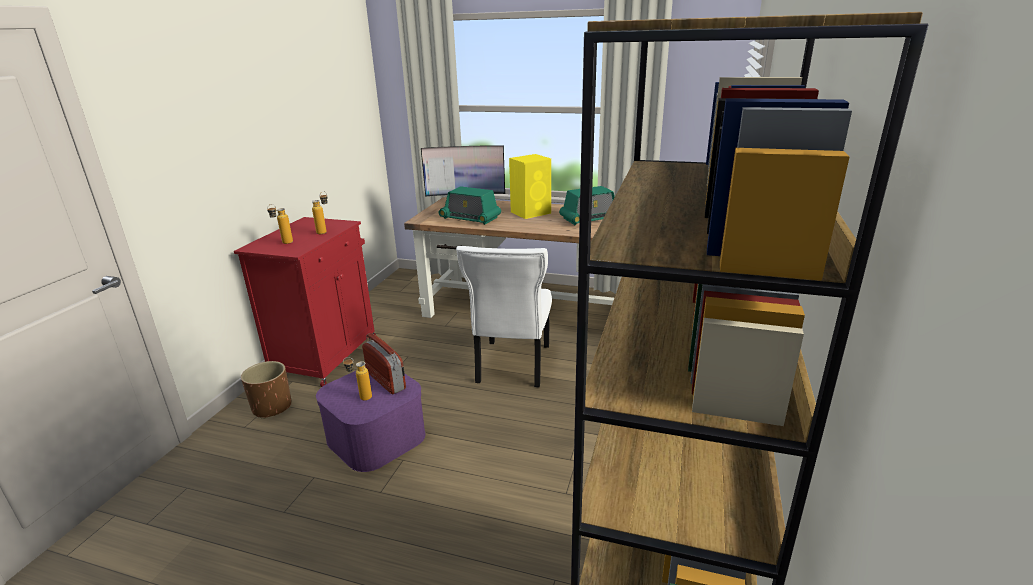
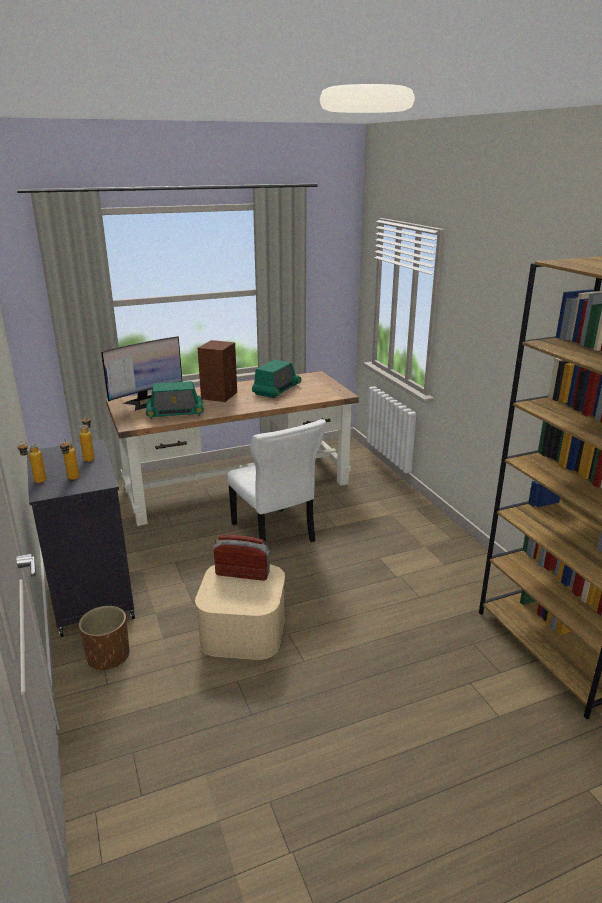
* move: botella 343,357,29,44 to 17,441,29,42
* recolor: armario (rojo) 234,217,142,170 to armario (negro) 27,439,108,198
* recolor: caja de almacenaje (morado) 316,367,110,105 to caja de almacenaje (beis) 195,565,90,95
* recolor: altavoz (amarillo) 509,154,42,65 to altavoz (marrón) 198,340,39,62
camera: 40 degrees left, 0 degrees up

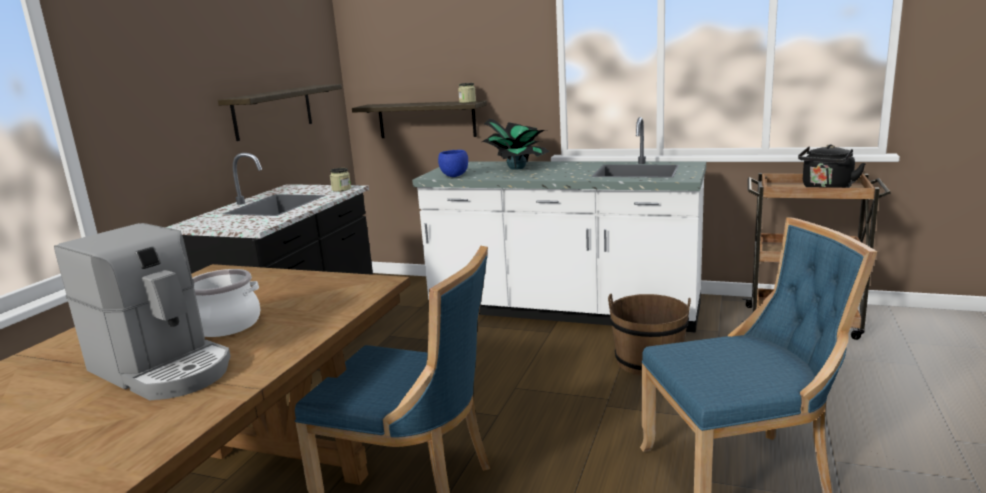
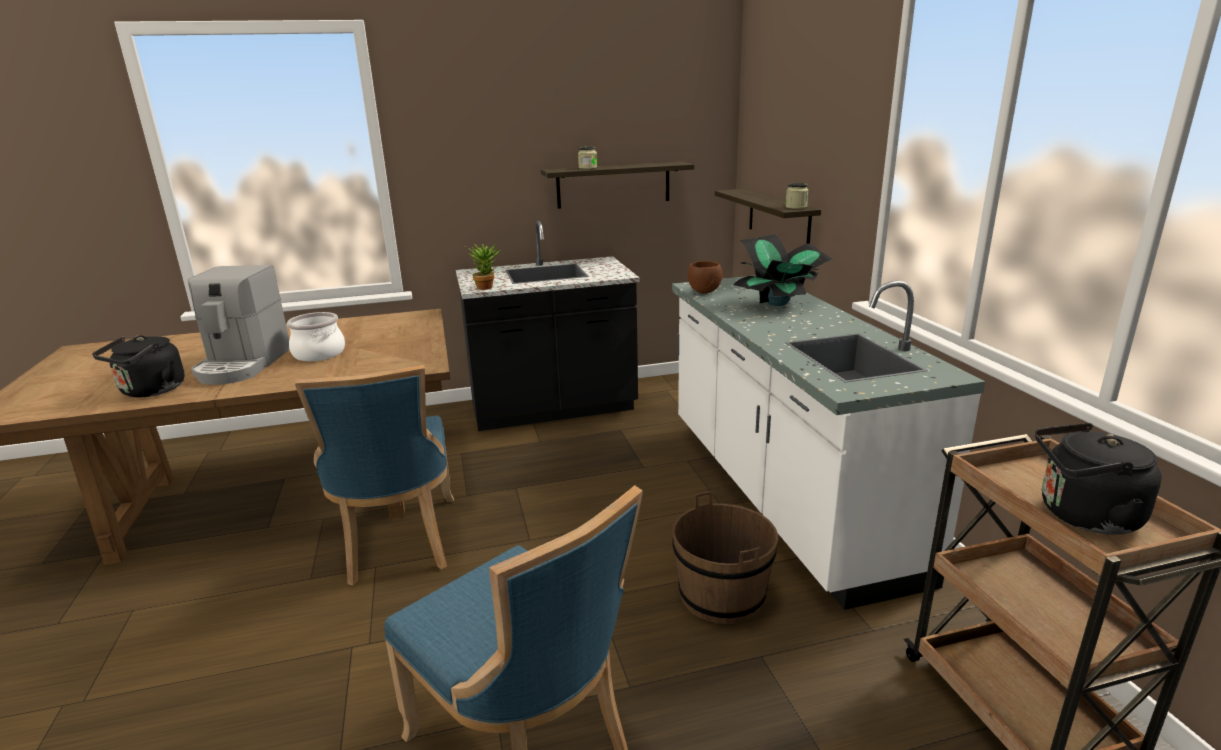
* insert: hervidor (negro) 92,335,92,62
* insert: planta en maceta 465,244,35,46
* move: tarro 330,168,21,24 to 578,147,19,22
* recolor: cuenco (azul) 438,150,30,27 to cuenco (marrón) 688,261,35,32
camera: 55 degrees right, 5 degrees up

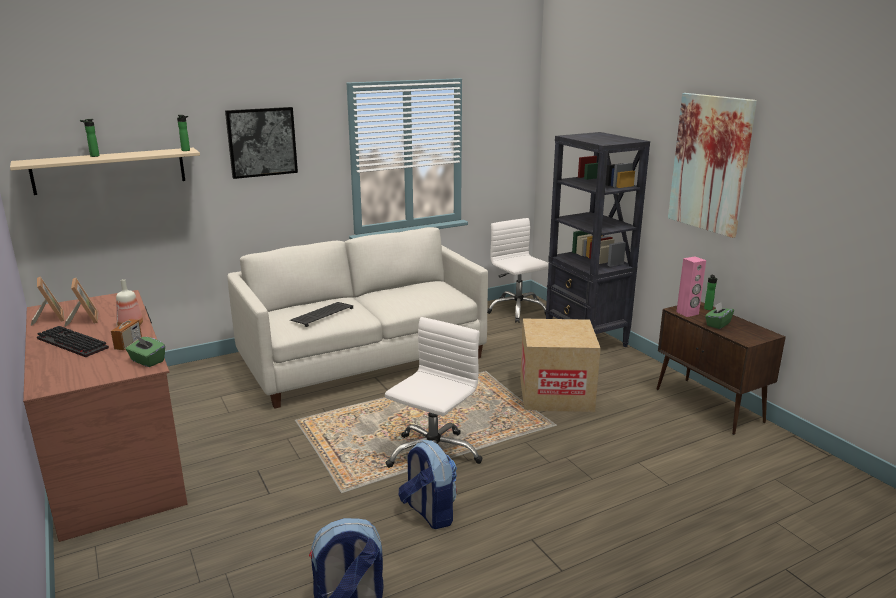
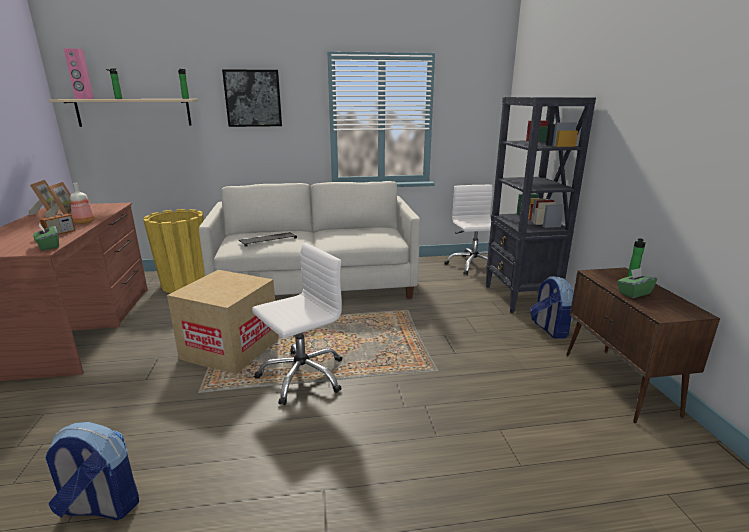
* move: altavoz (rosa) 677,256,29,61 to 63,48,31,51
* insert: maceta (amarillo) 143,209,62,84
* move: caja de cartón 520,319,81,93 to 167,270,112,104
* move: mochila 399,440,58,89 to 530,276,44,63
* delete: teclado 37,326,72,31
* delete: cuadro 668,93,89,145
camera: 20 degrees right, 0 degrees up

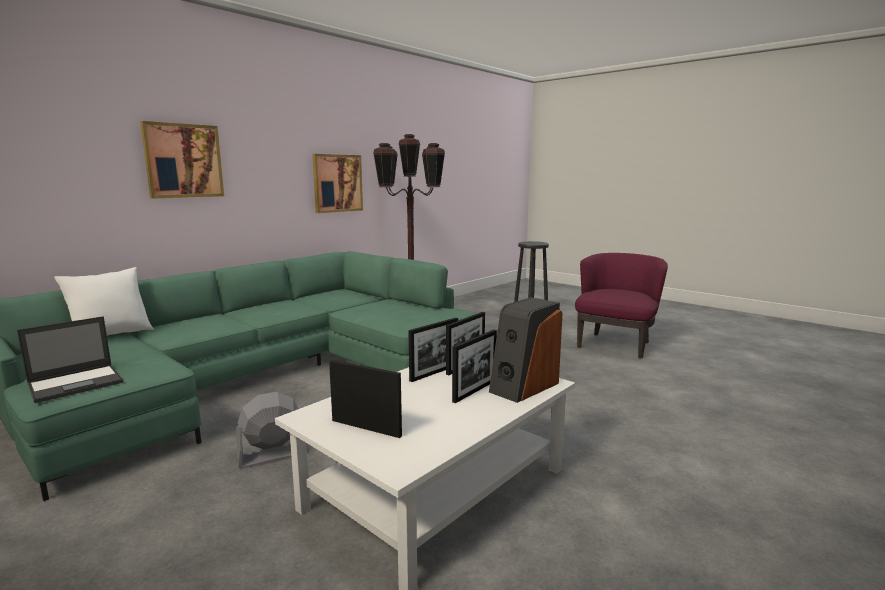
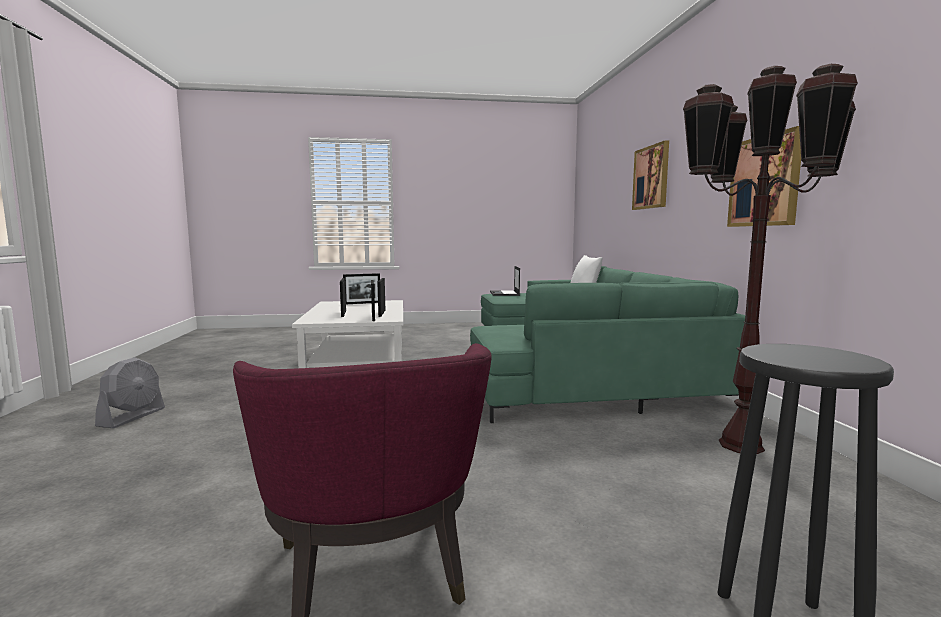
* move: ventilador (gris) 236,392,73,77 to 95,357,70,71
* delete: altavoz 489,297,74,106
camera: 130 degrees right, 5 degrees down

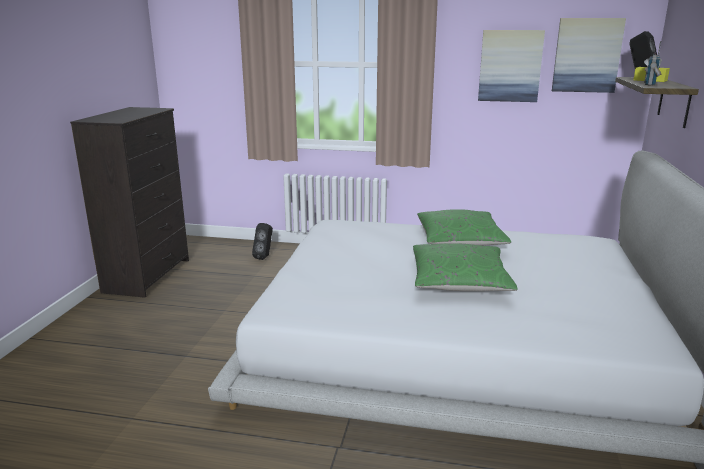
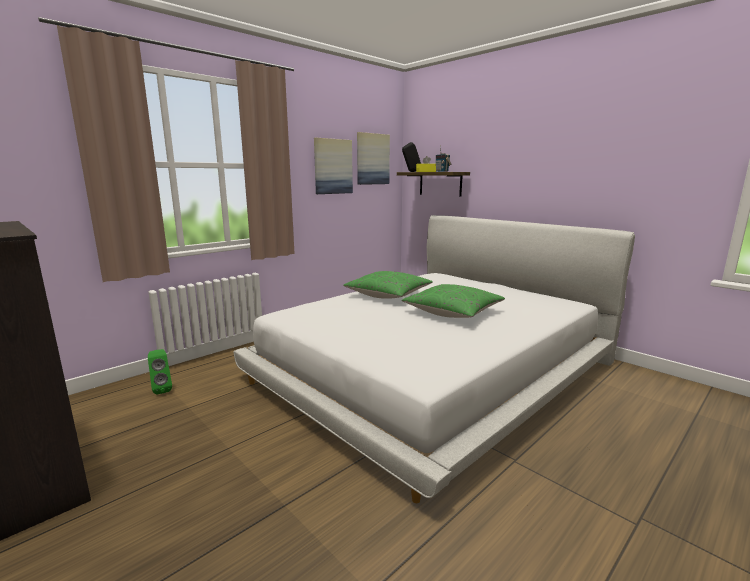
* recolor: altavoz (negro) 252,223,21,37 to altavoz (verde) 148,349,24,46
camera: 55 degrees left, 5 degrees down

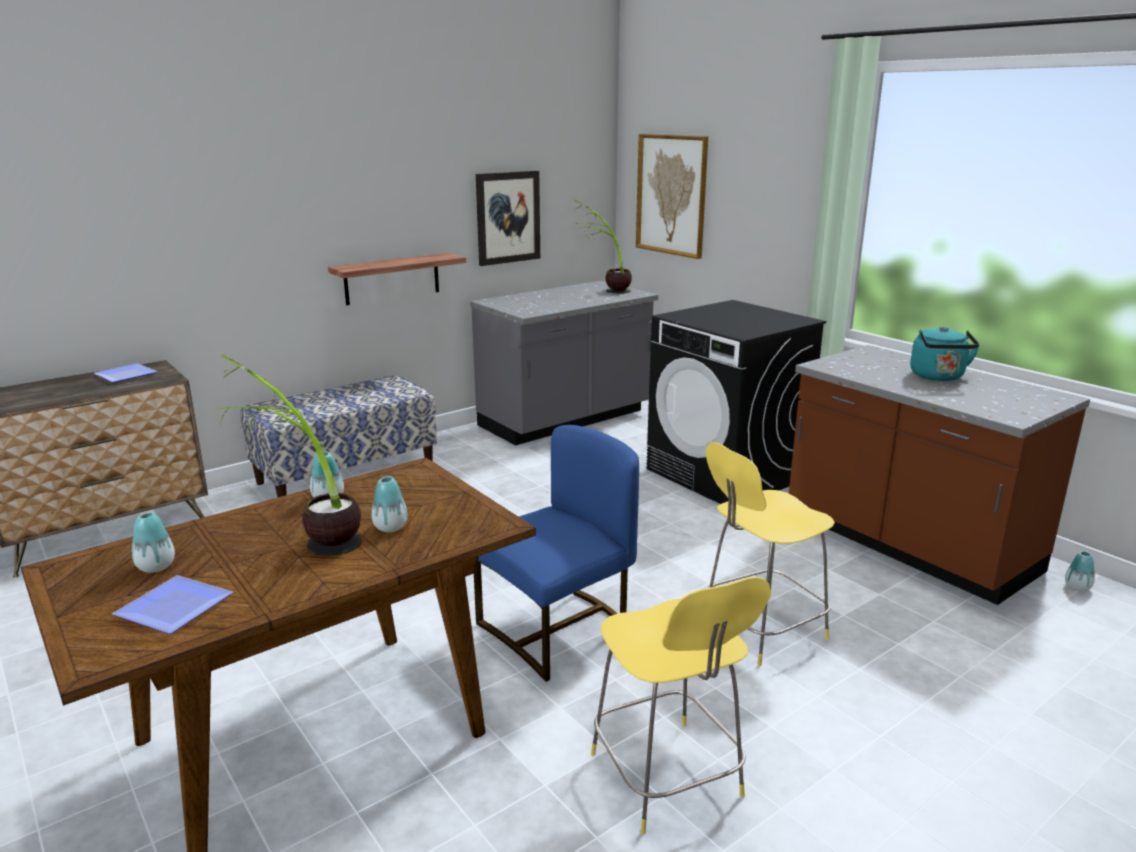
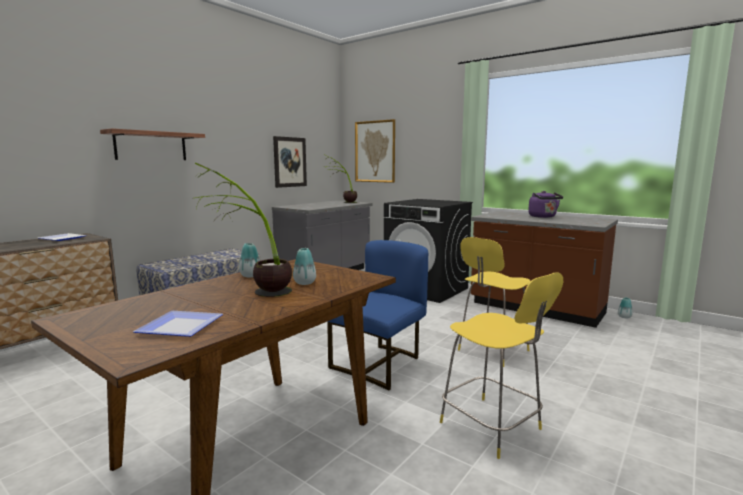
* move: estante 328,253,138,52 to 100,128,105,32
* recolor: hervidor (turquesa) 910,326,70,55 to hervidor (morado) 528,191,35,27
* delete: florero 132,512,43,61
camera: 15 degrees left, 10 degrees down

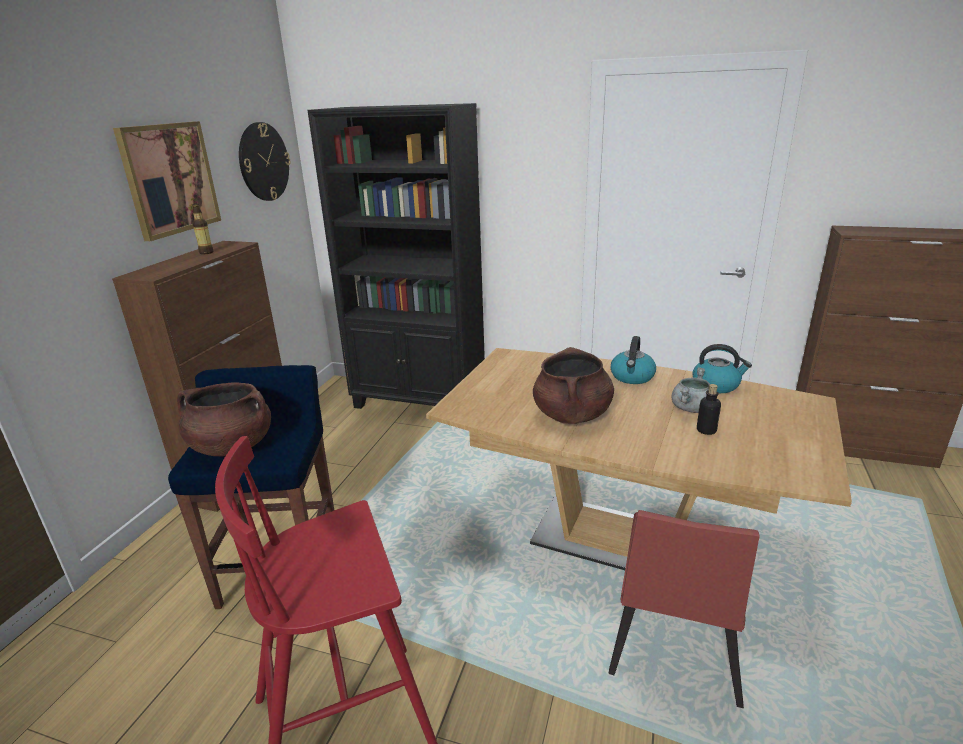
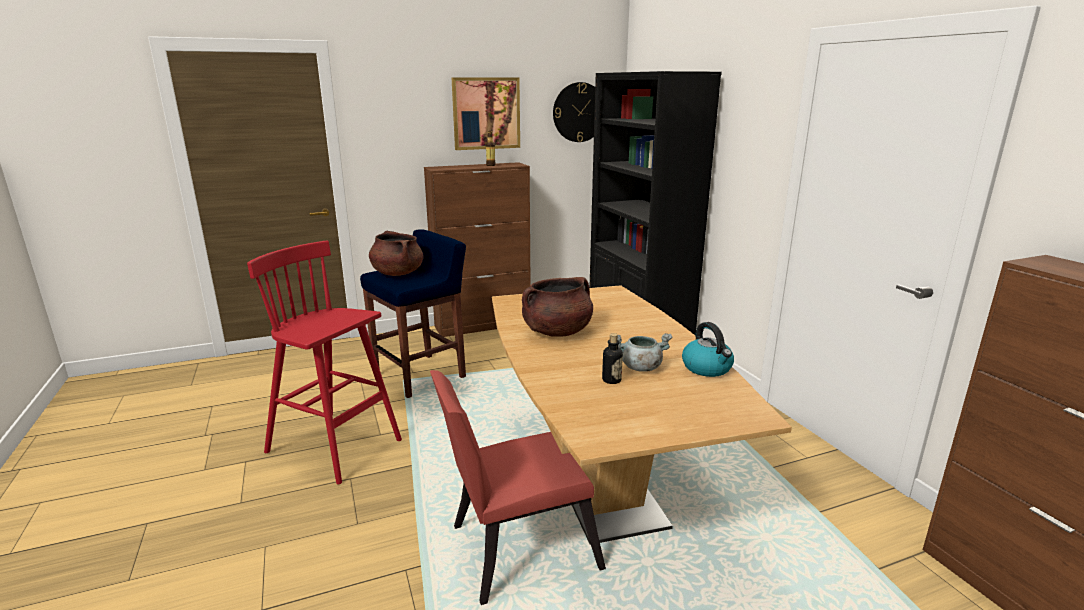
* delete: hervidor 611,336,45,48
camera: 50 degrees right, 5 degrees down

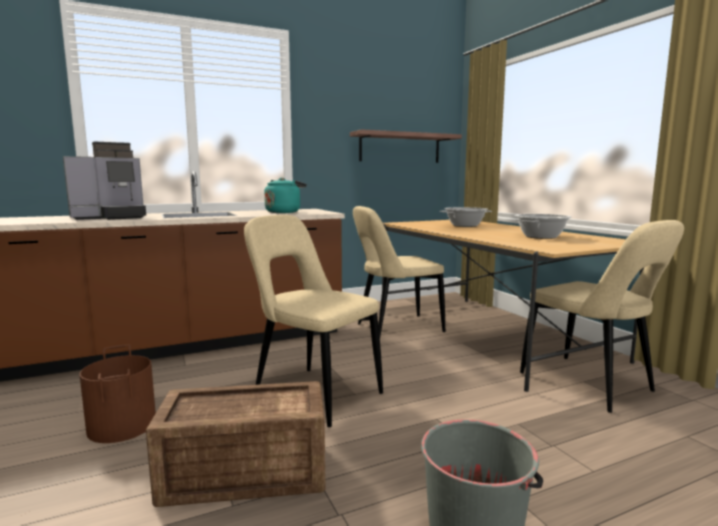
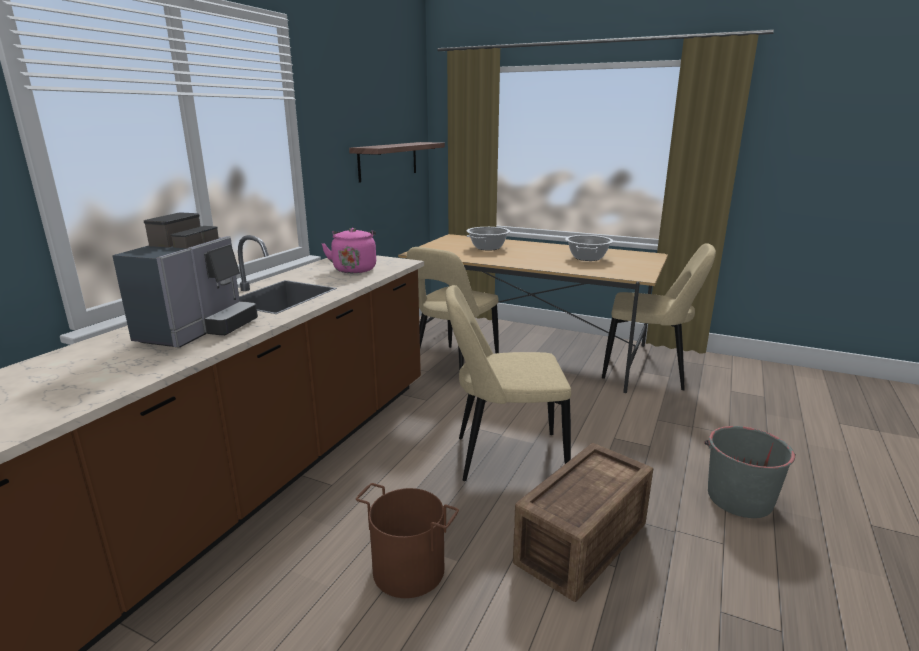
* recolor: hervidor (turquesa) 264,178,43,35 to hervidor (rosa) 321,228,55,45
camera: 40 degrees left, 10 degrees up

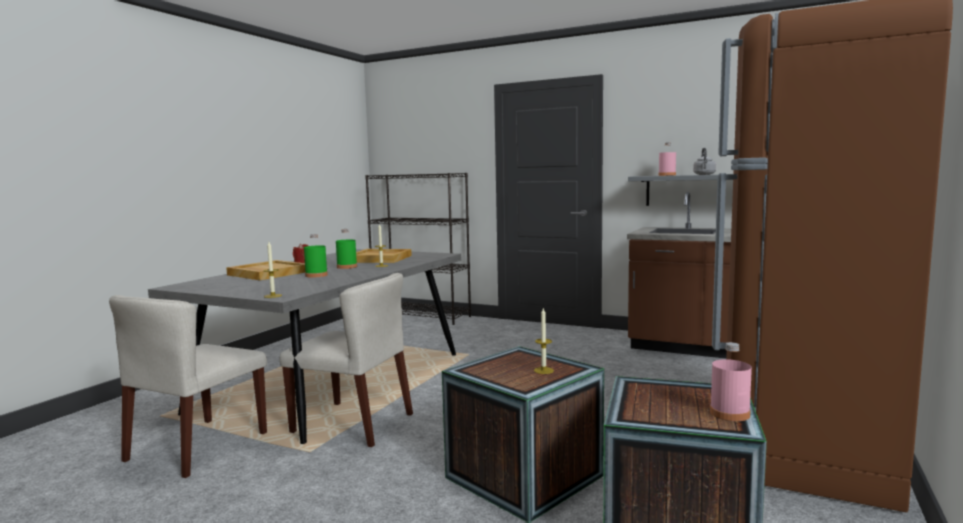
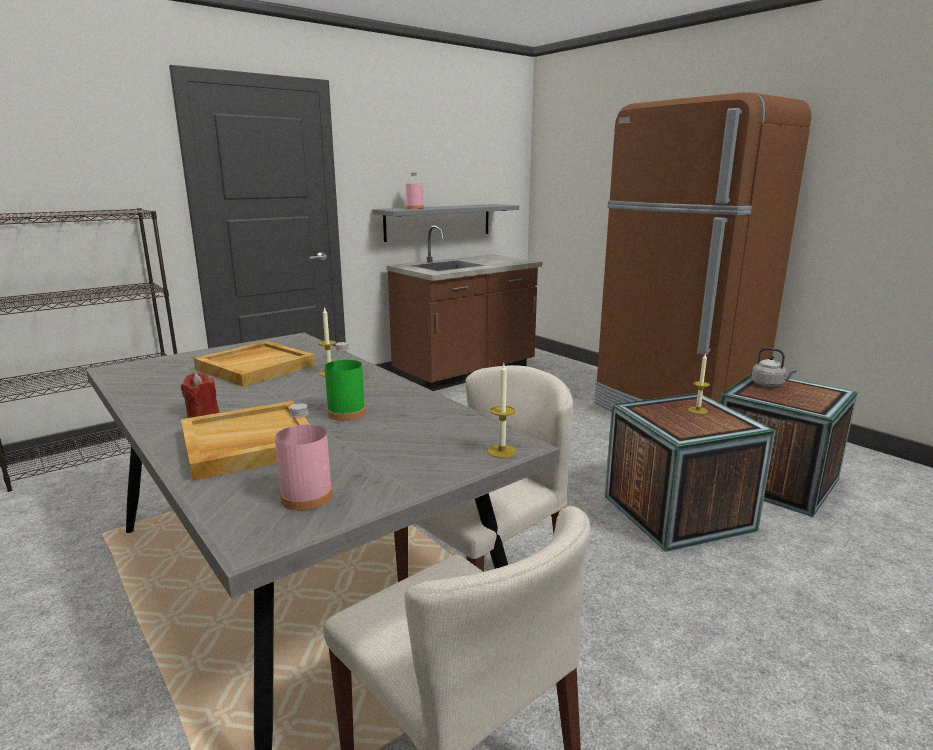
* move: botella (rosa) 710,342,42,79 to 275,403,58,107
* move: hervidor (gris) 693,148,23,27 to 751,347,46,40
* delete: botella (verde) 336,229,21,40
camera: 65 degrees left, 10 degrees up

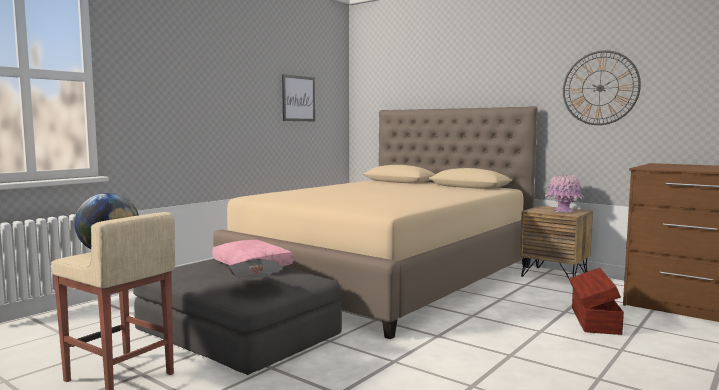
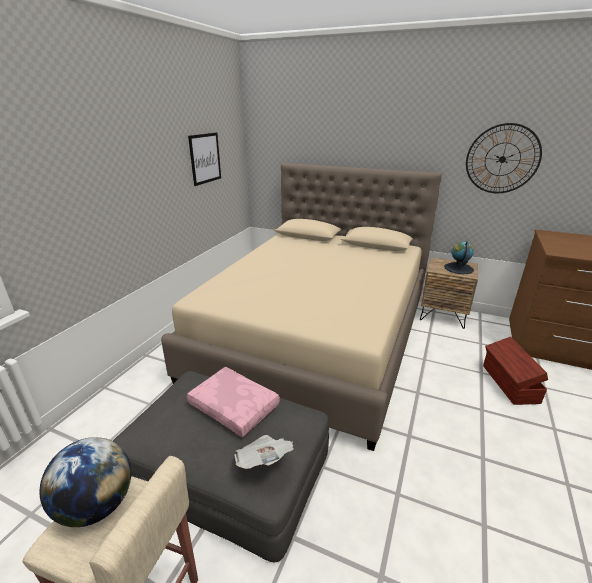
* replace: florero (rosa) 545,175,39,38 to globo terráqueo 444,241,30,33
camera: 15 degrees left, 20 degrees up

